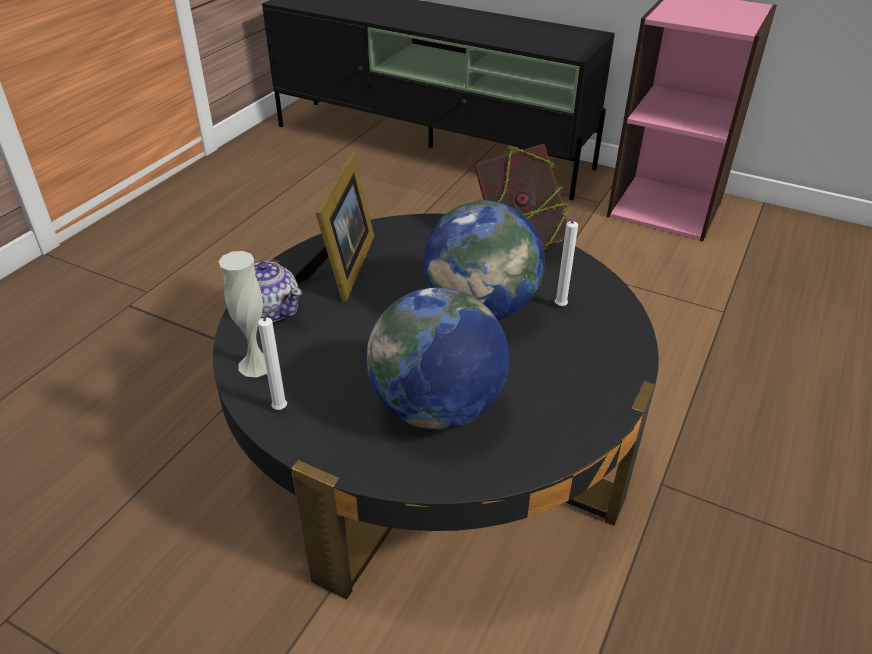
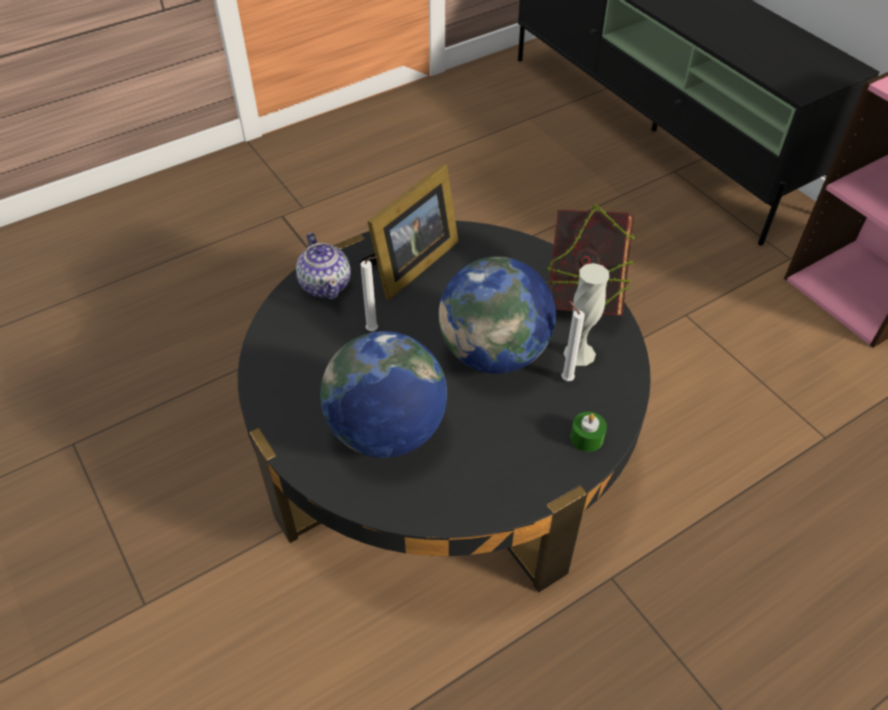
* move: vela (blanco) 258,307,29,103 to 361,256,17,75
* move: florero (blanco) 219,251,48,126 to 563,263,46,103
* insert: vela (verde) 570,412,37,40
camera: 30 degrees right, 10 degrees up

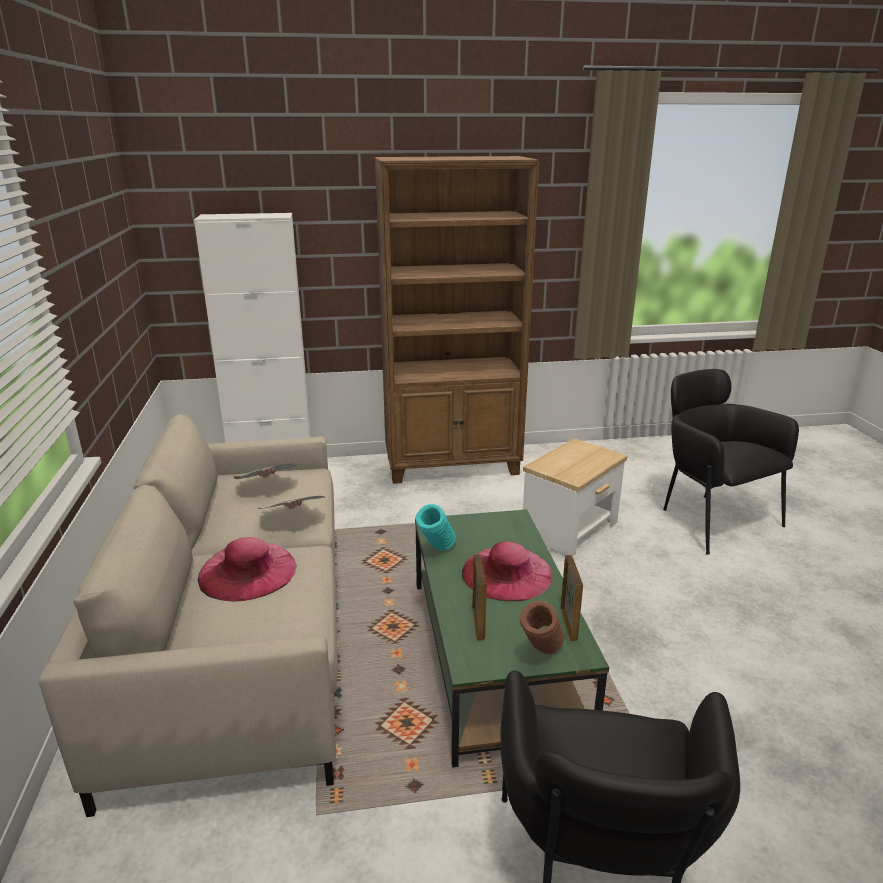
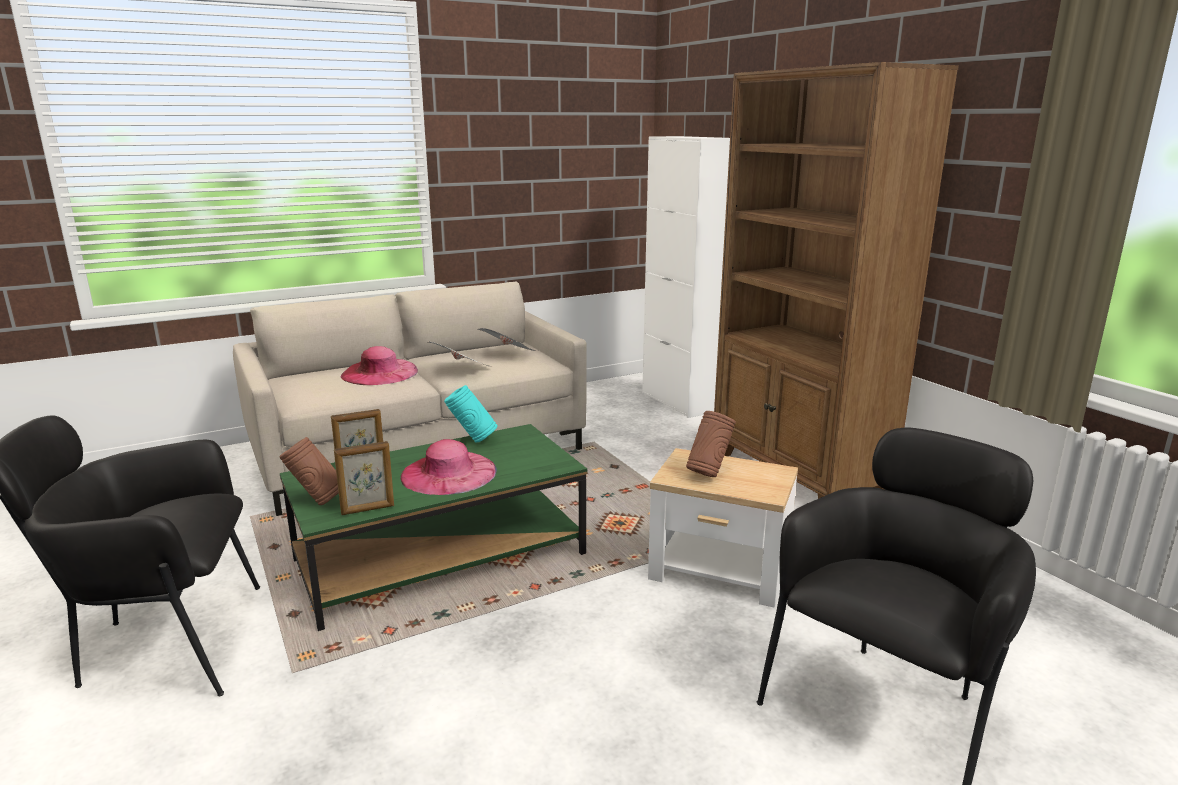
* insert: florero (marrón) 686,411,50,66
camera: 70 degrees right, 5 degrees down

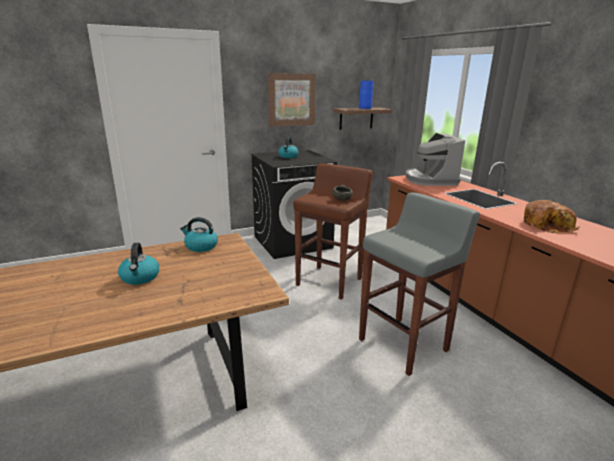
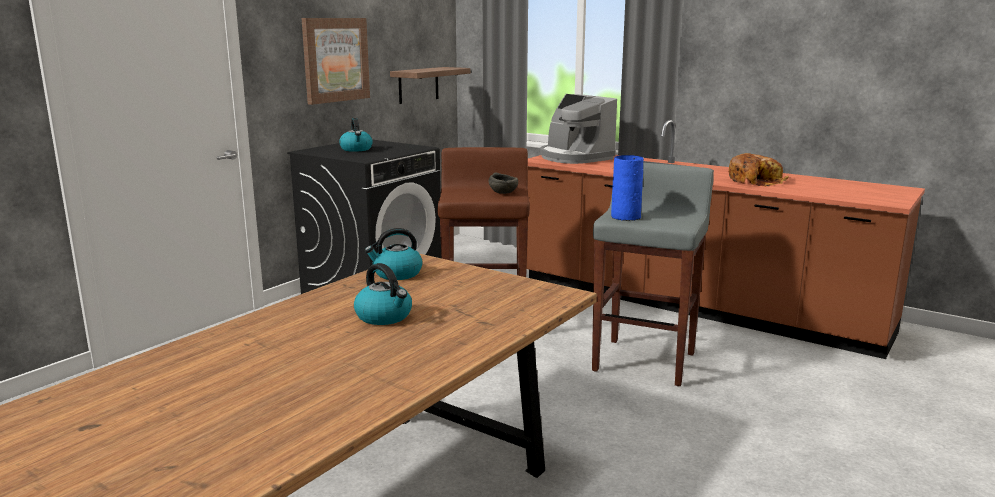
* move: florero (azul) 359,80,14,29 to 611,155,33,66
camera: 30 degrees left, 5 degrees down

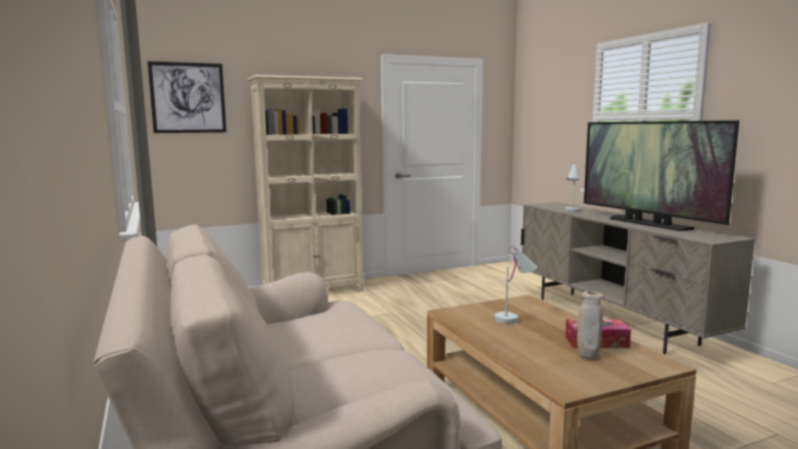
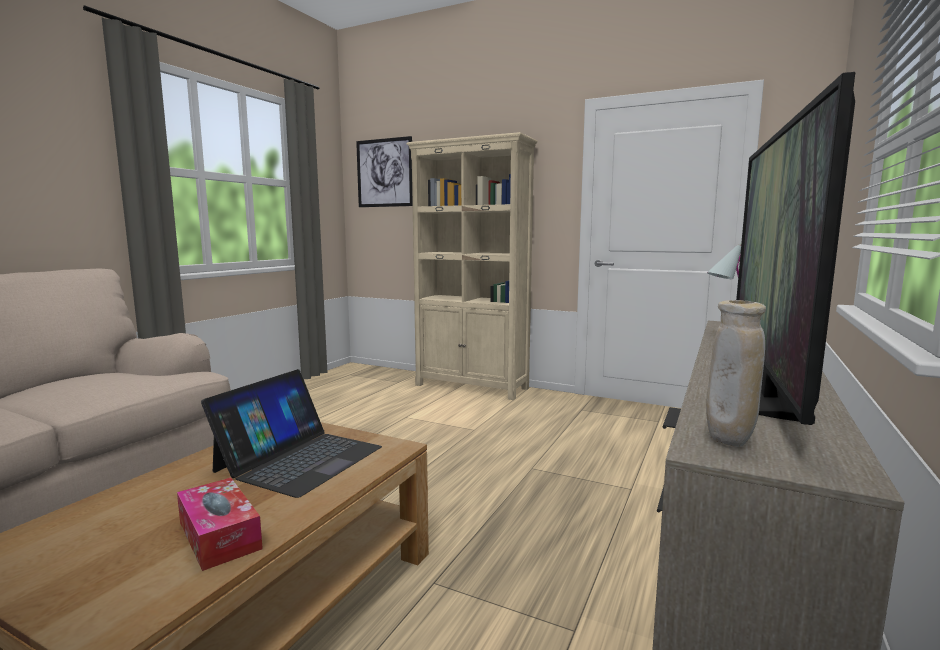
* replace: lámpara de mesa (blanco) 494,246,43,78 to portátil 201,369,181,129
* move: florero (beis) 577,291,27,68 to 706,300,60,147
camera: 50 degrees right, 0 degrees up

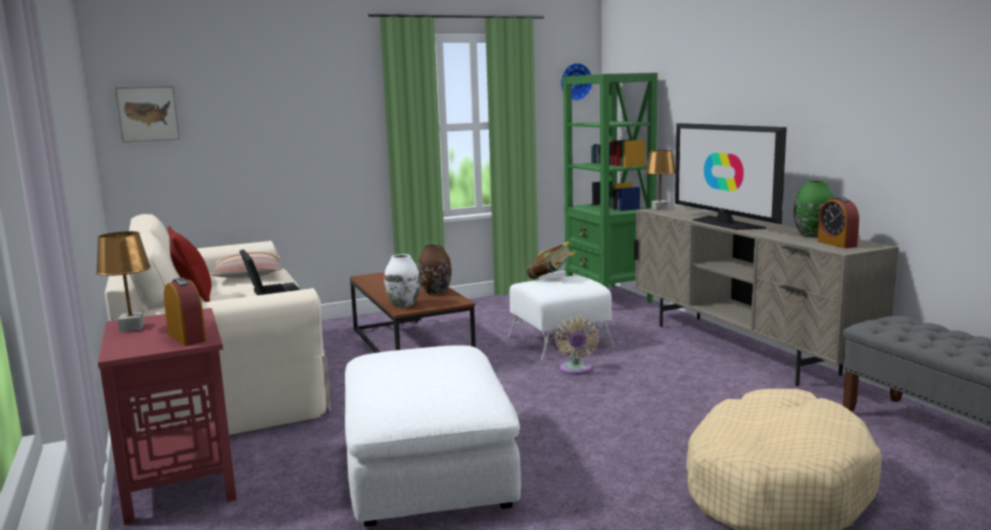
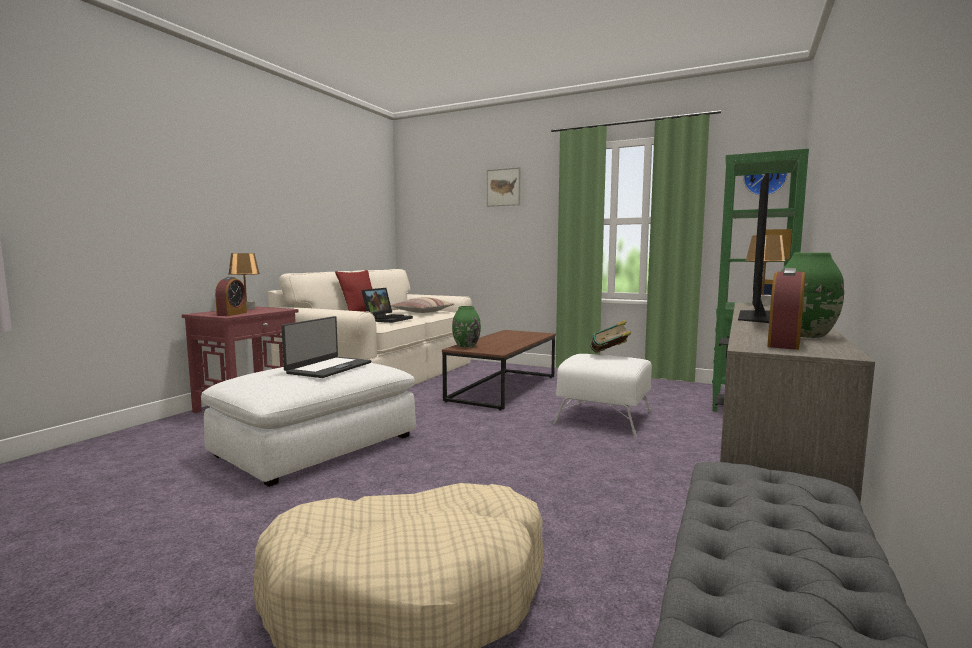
* insert: portátil 281,316,91,62
* recolor: florero (blanco) 384,254,36,54 to florero (verde) 452,306,29,42
* move: cuadro 115,86,65,56 to 487,167,33,40
* delete: florero (marrón) 418,244,34,51
* delete: ventilador (beis) 555,316,44,59
camera: 50 degrees right, 5 degrees down

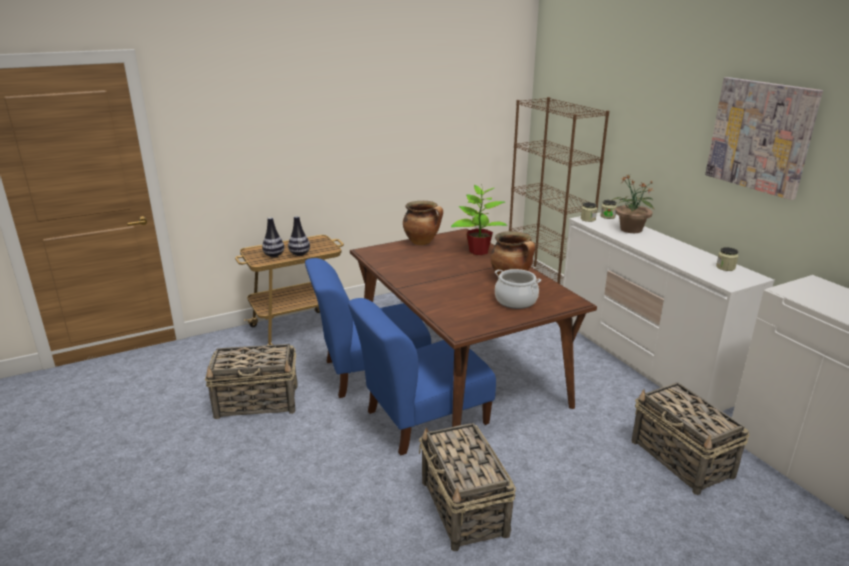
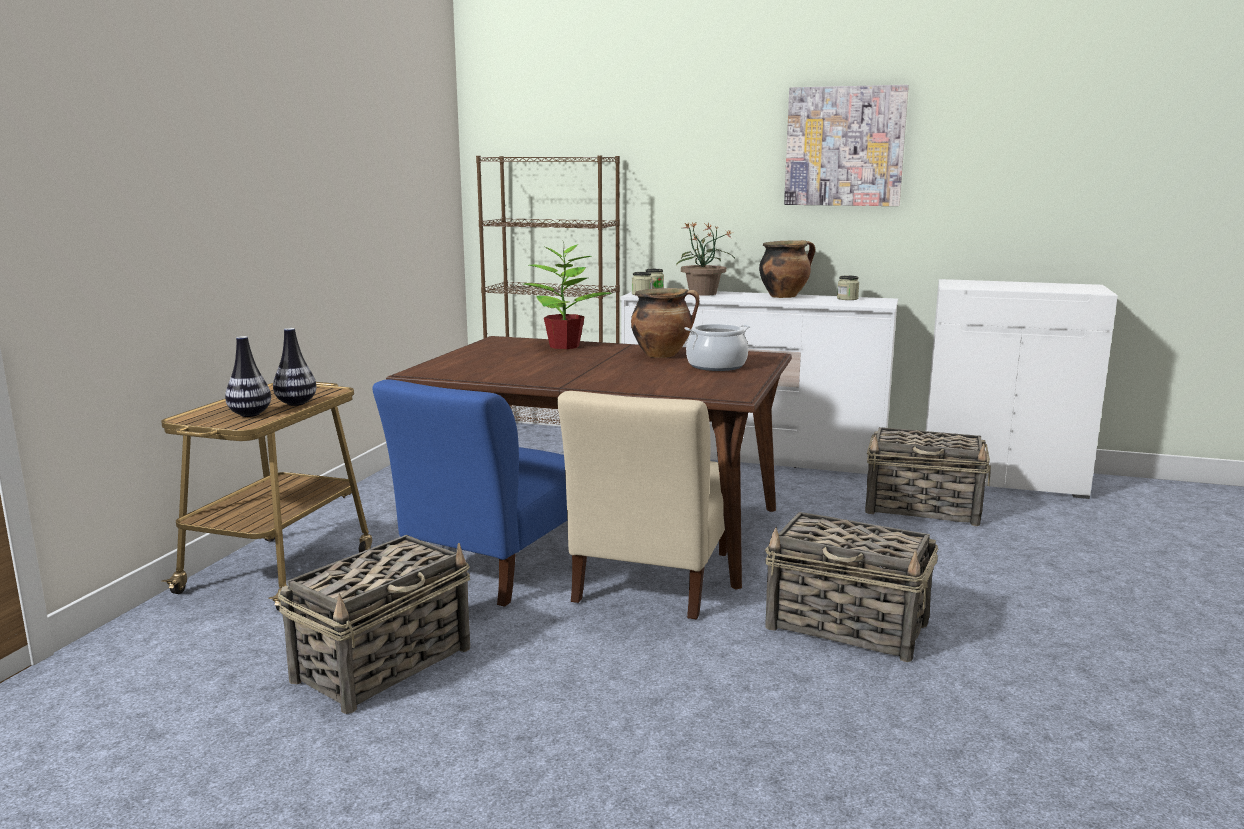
* recolor: silla (azul) 348,298,148,157 to silla (beis) 557,391,170,228
* move: olla 403,201,40,44 to 759,240,56,58
camera: 45 degrees left, 10 degrees down

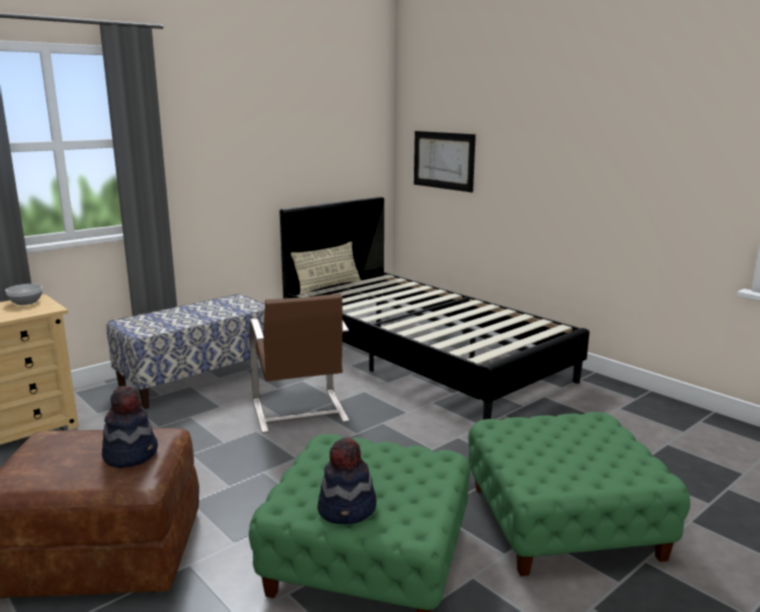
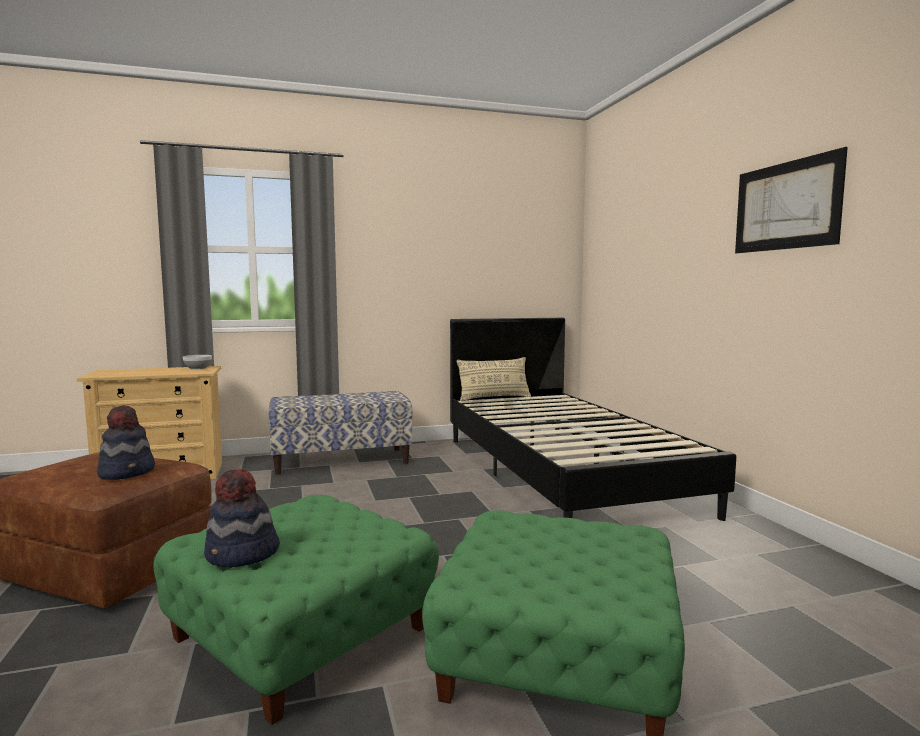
* move: cuadro 414,131,62,61 to 735,147,113,106
* delete: silla (marrón) 249,293,101,140
camera: 25 degrees right, 10 degrees down

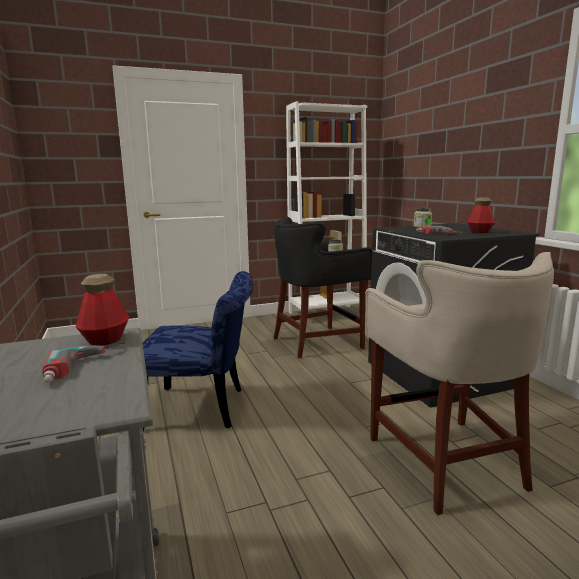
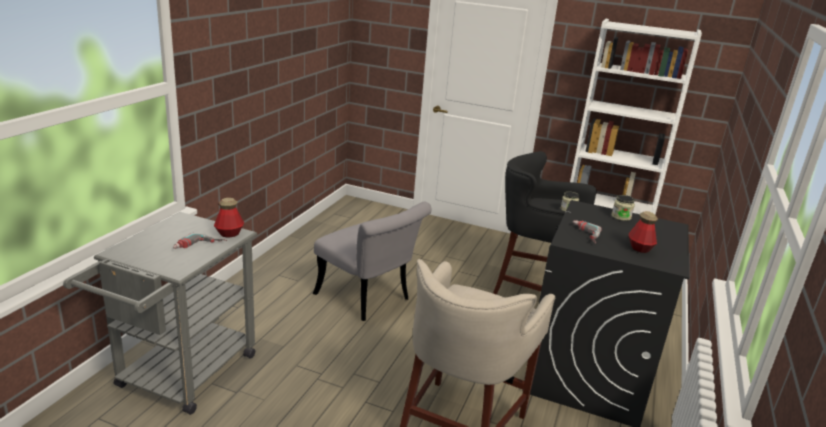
* recolor: silla (azul) 143,271,111,161 to silla (gris) 313,202,118,119
camera: 40 degrees right, 10 degrees up

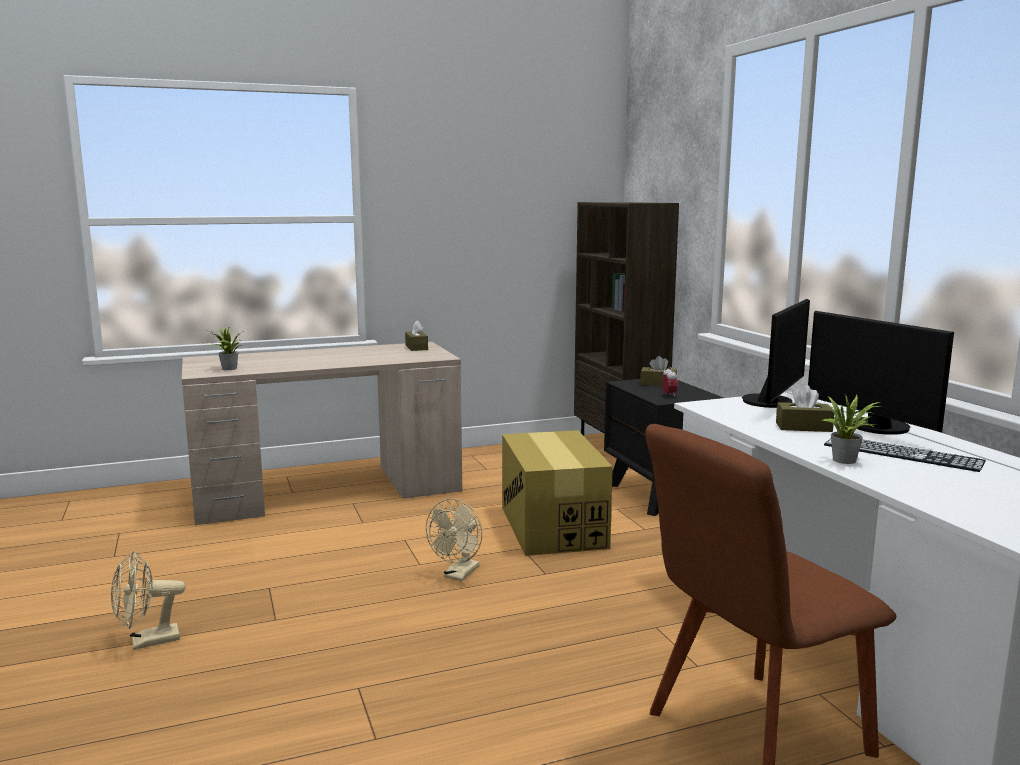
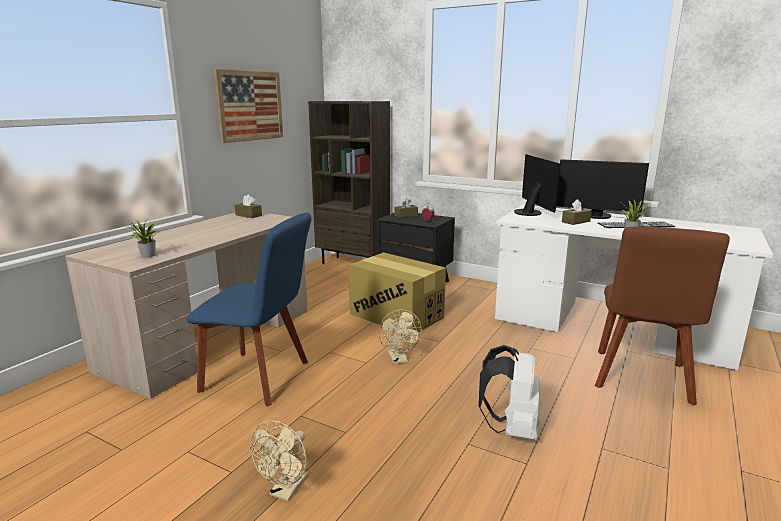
* insert: silla (azul) 187,212,124,195
* insert: cuadro 214,69,69,74
* insert: mochila (blanco) 479,345,61,95
camera: 40 degrees left, 5 degrees up

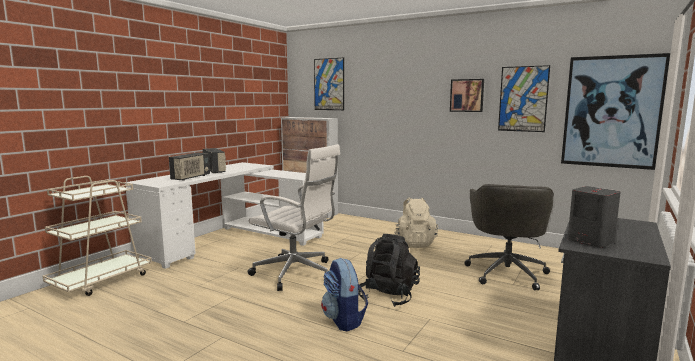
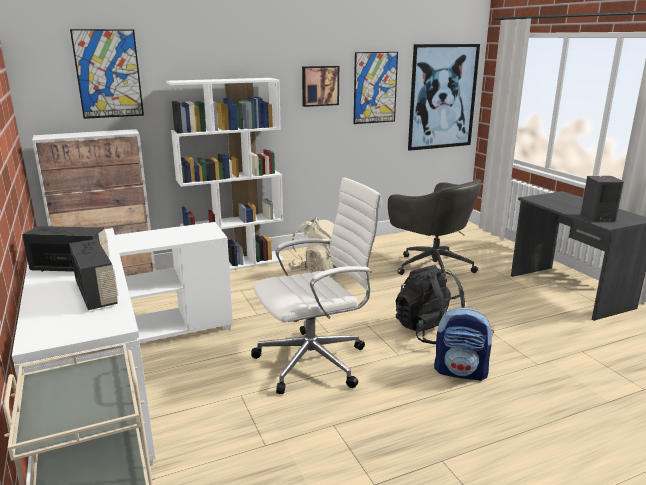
* insert: estantería (blanco) 166,78,118,192
camera: 55 degrees left, 10 degrees up

